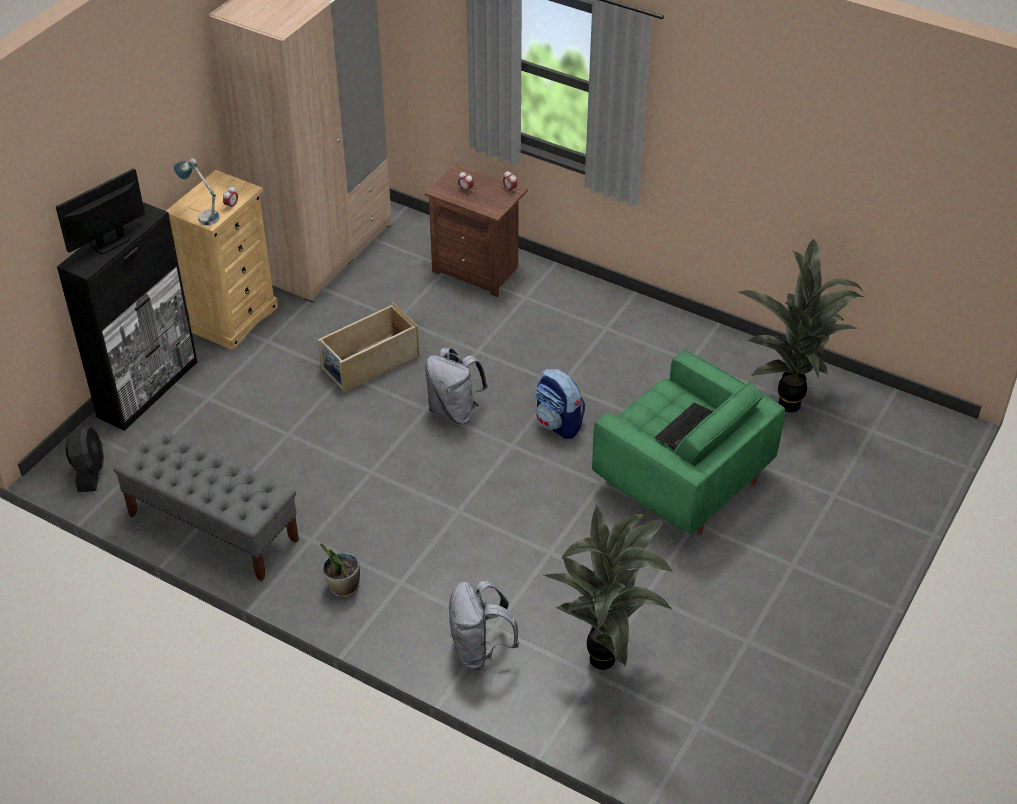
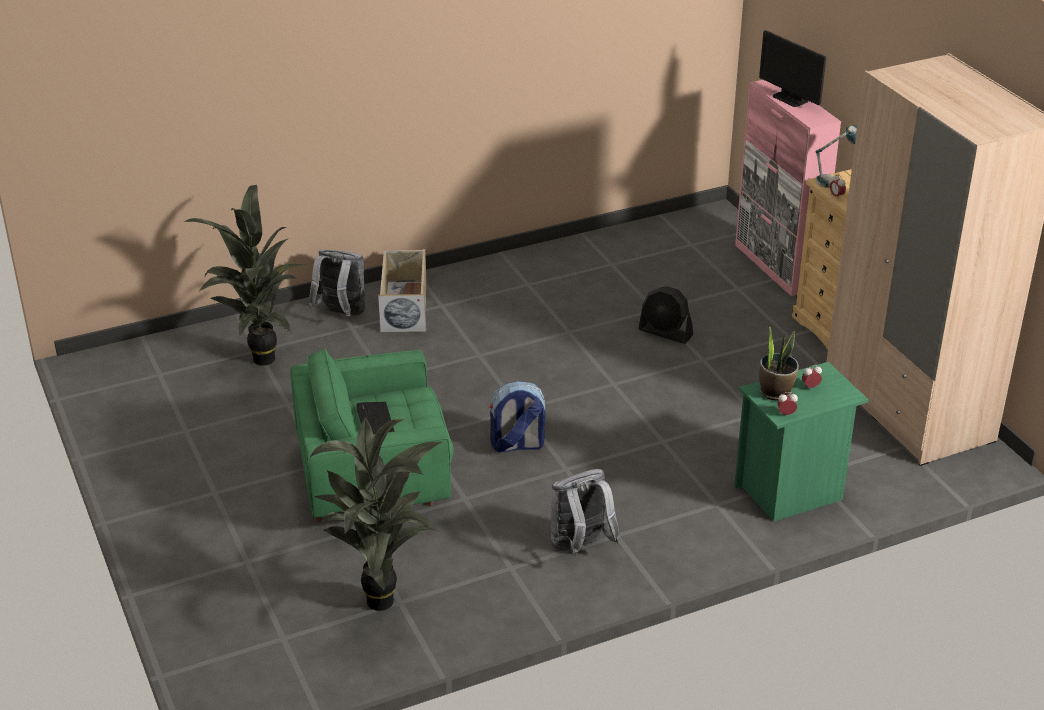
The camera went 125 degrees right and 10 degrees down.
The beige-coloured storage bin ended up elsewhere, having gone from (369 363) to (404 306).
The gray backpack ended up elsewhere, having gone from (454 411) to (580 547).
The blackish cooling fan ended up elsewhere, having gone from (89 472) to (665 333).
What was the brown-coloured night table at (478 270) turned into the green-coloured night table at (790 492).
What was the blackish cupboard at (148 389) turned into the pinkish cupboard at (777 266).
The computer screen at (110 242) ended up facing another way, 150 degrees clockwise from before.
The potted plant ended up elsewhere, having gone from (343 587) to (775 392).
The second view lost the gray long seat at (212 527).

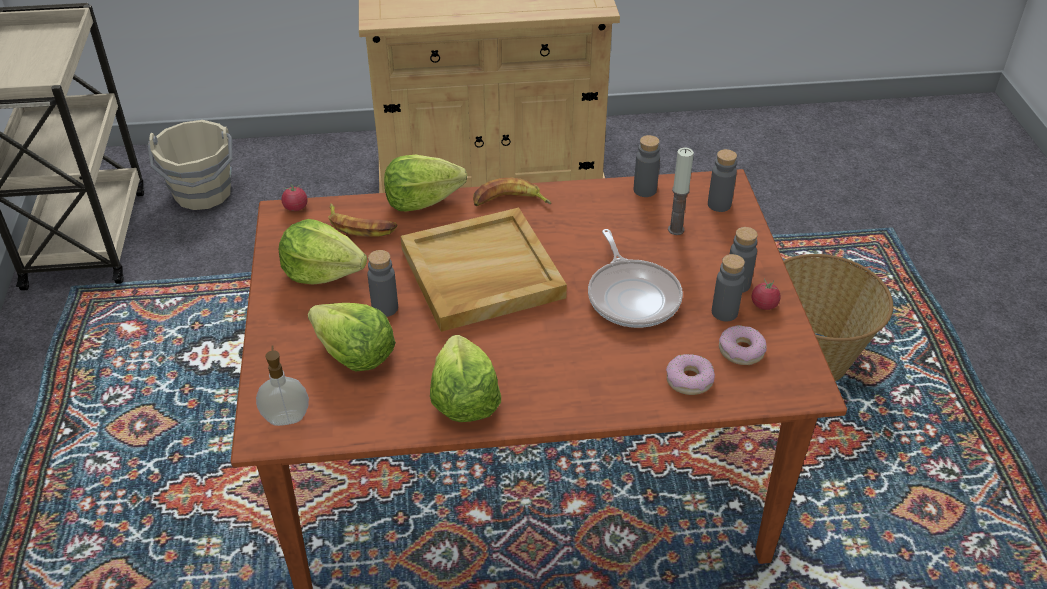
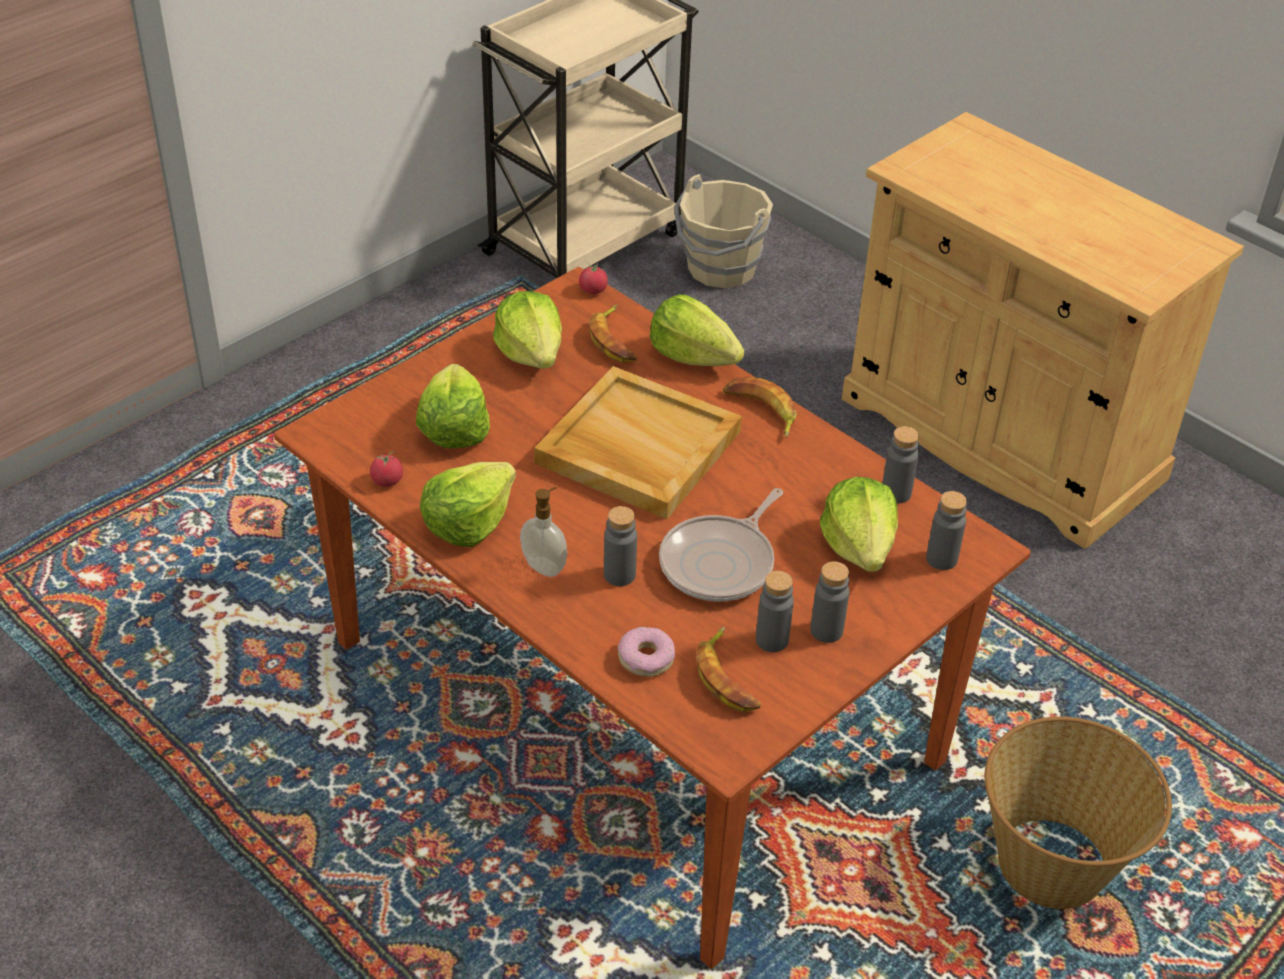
The camera went 50 degrees right and 0 degrees up.
The whole tomato ended up elsewhere, having gone from (764 305) to (387 481).
The liquid soap bottle ended up elsewhere, having gone from (286 417) to (545 566).
The gray drink bottle ended up elsewhere, having gone from (385 308) to (619 575).
Where the ring doughnut stood at (741 351), the banana came to stand at (728 677).
Where the wax light stood at (676 229), the head of lettuce came to stand at (859 545).

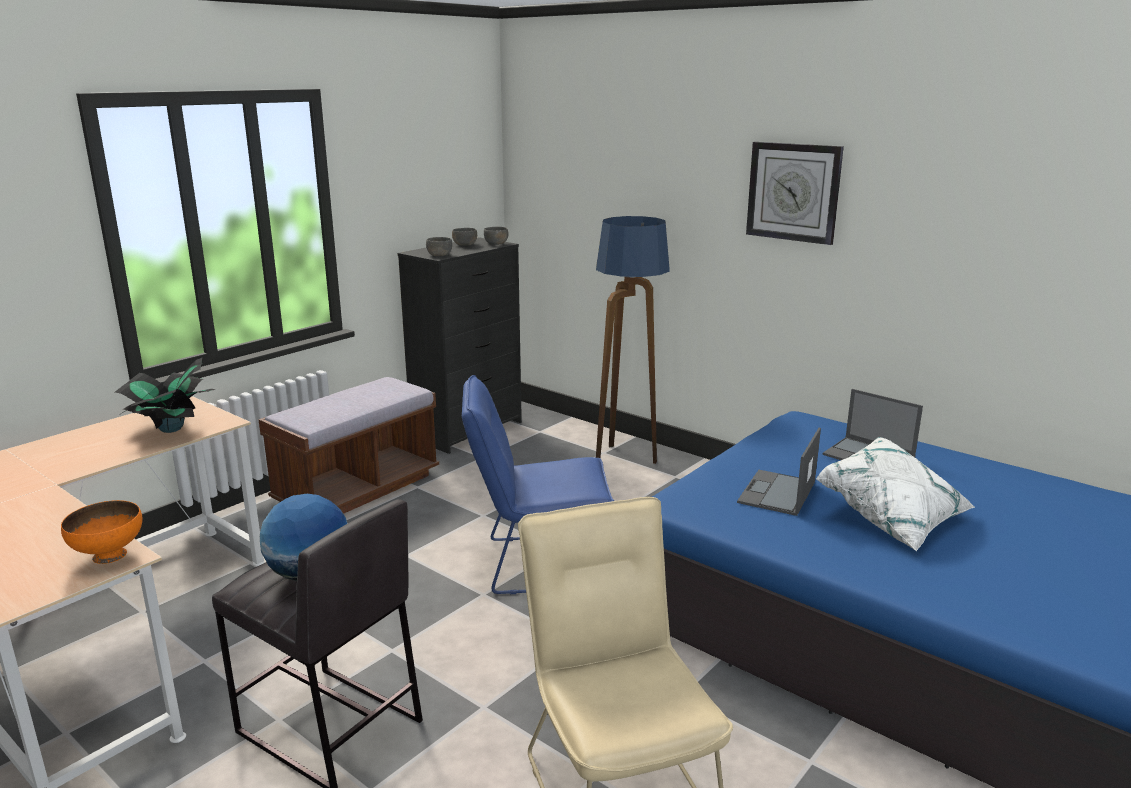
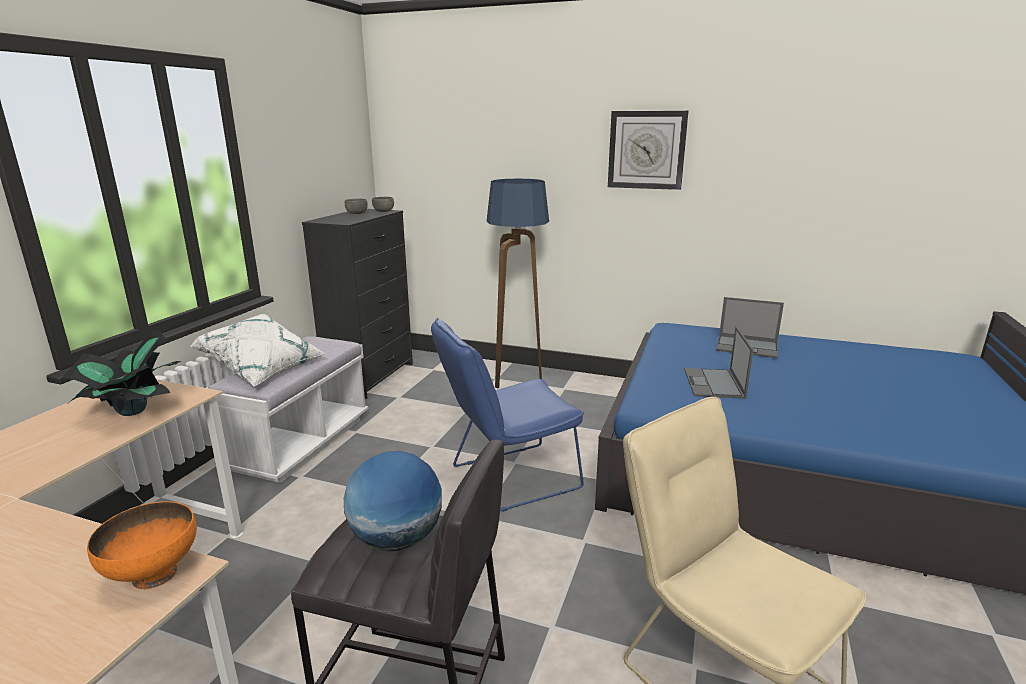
The camera went 20 degrees left and 0 degrees up.
The white-coloured cushion ended up elsewhere, having gone from (893 517) to (264 368).
What was the brown-coloured long seat at (358 489) turned into the white-coloured long seat at (299 443).
The second view lost the gray bowl at (439 255).

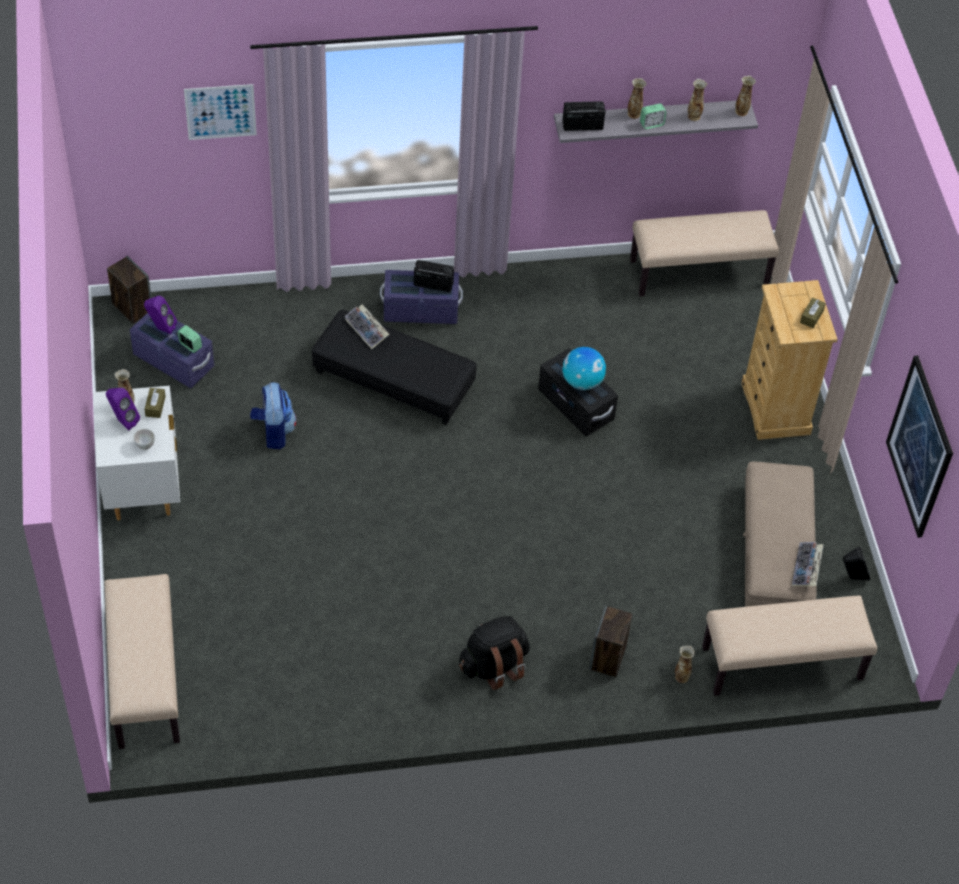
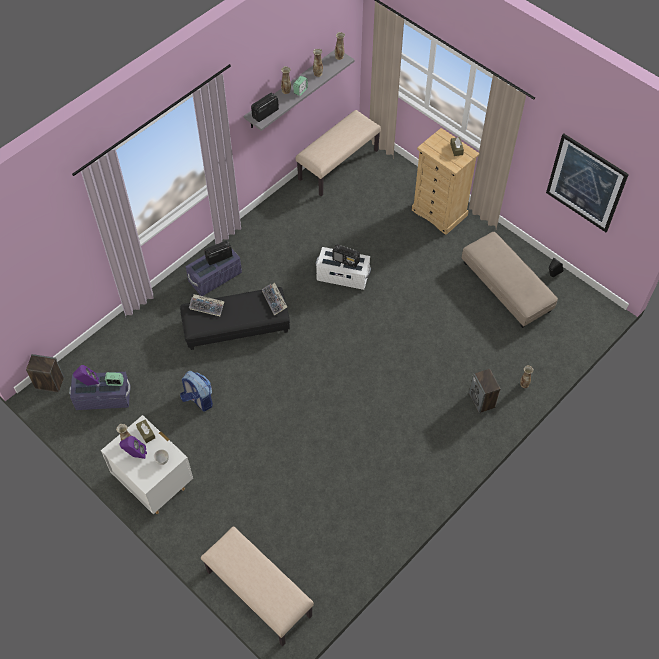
The camera went 35 degrees left and 5 degrees up.
The computer keyboard ended up elsewhere, having gone from (806 568) to (275 301).
What was the blackish storage bin at (575 405) turned into the white-coloured storage bin at (343 276).
Where the world globe stood at (582 382), the radio receiver came to stand at (346 260).
The second view lost the wall picture at (220 112).
The second view lost the blackish backpack at (494 666).
The second view lost the beige-coloured long seat at (781 664).

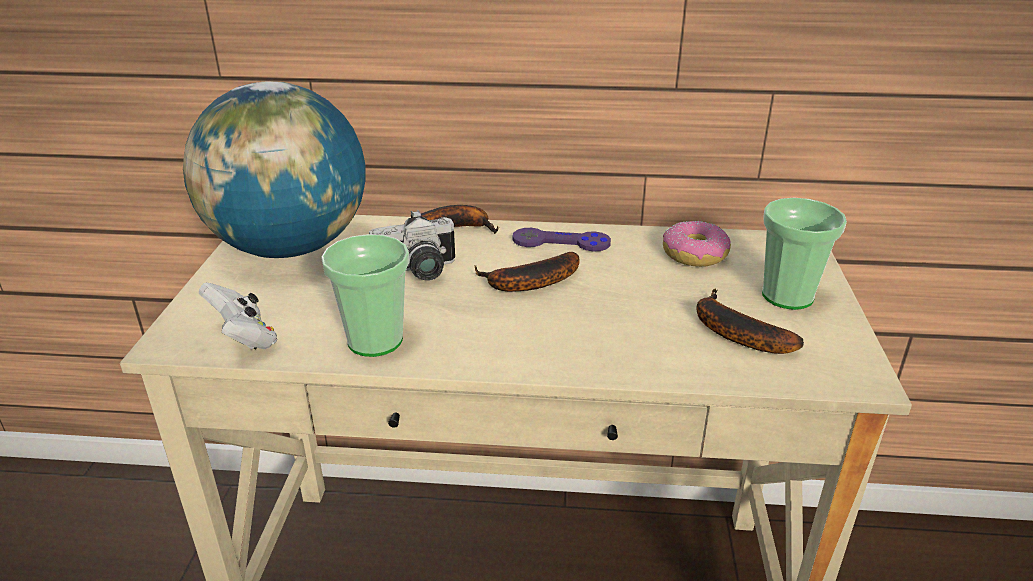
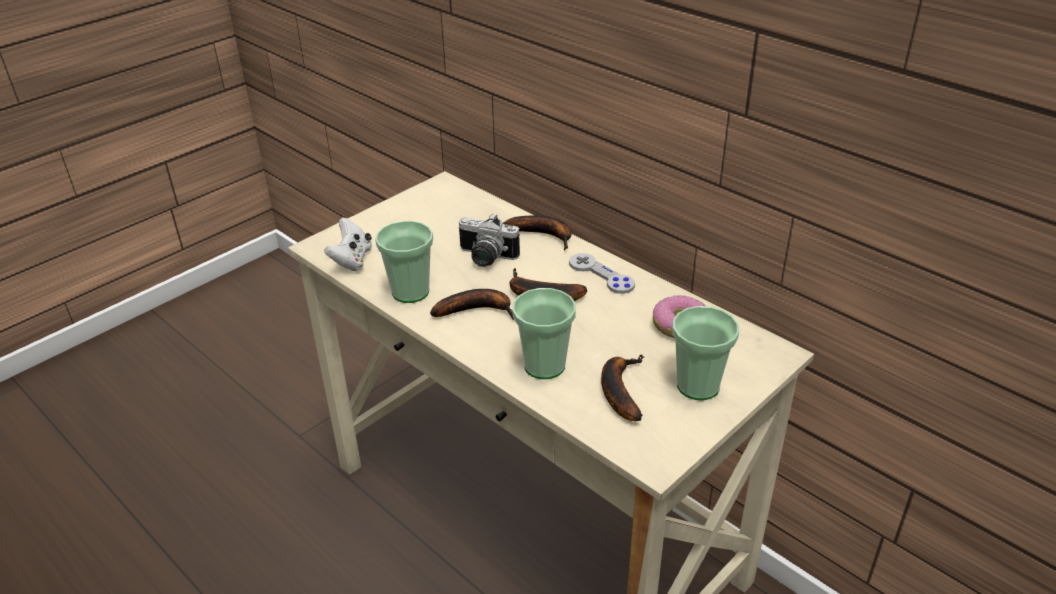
The camera went 40 degrees right and 5 degrees up.
The second view gained the banana at (478 310).
The second view gained the cup at (544 365).
What was the purple game controller at (561 242) turned into the gray game controller at (601 275).
The second view lost the world globe at (290 247).

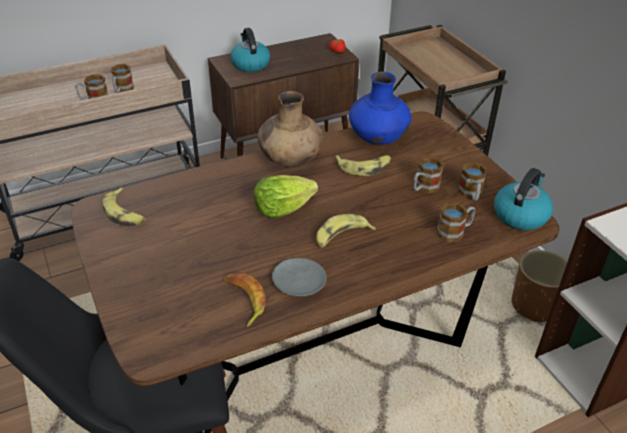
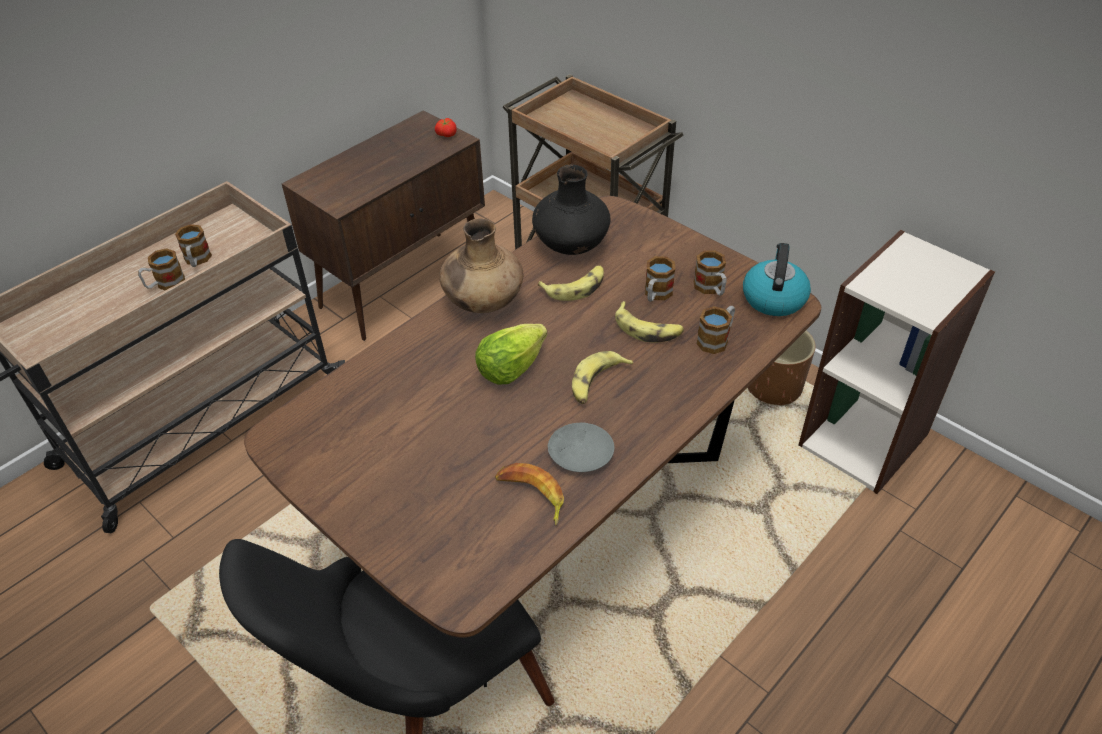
The camera went 20 degrees left and 5 degrees up.
What was the blue-coloured flower vase at (377 138) turned into the blackish flower vase at (571 245).
The banana ended up elsewhere, having gone from (125 213) to (648 329).
The second view lost the water kettle at (250 64).

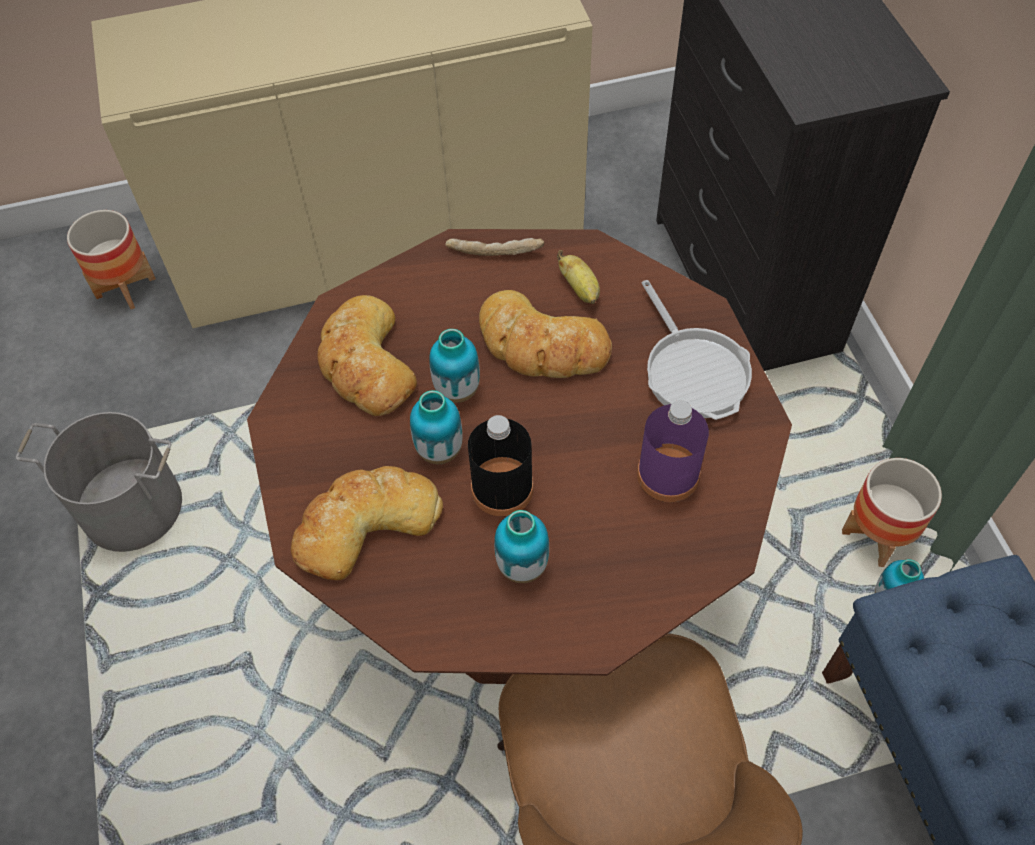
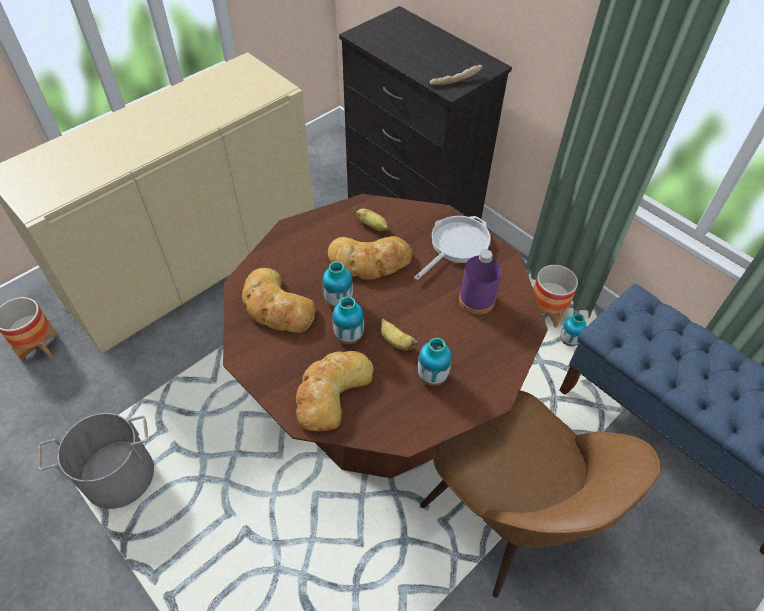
The camera went 30 degrees left and 5 degrees down.
Where the blackish drink bottle stood at (502 488), the banana came to stand at (396 342).
The frying pan at (693 371) ended up facing another way, 90 degrees counterclockwise from before.
The baked bread ended up elsewhere, having gone from (495 250) to (455 80).

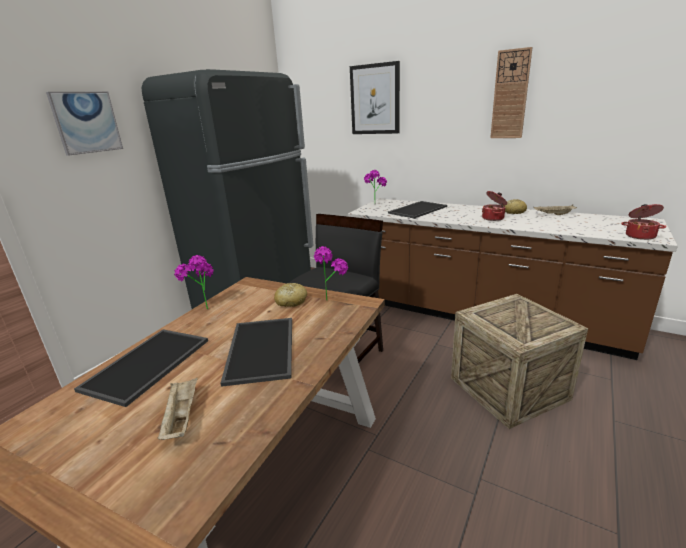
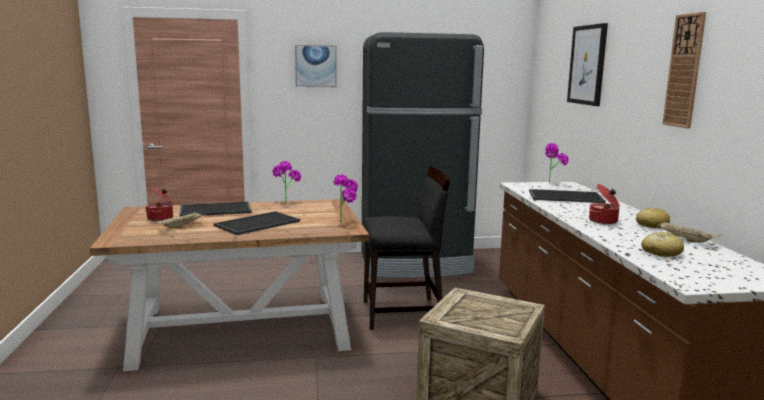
The camera went 50 degrees right and 10 degrees down.
The cooking pot ended up elsewhere, having gone from (640 236) to (161 218).
The baked bread ended up elsewhere, having gone from (291 301) to (661 252).

